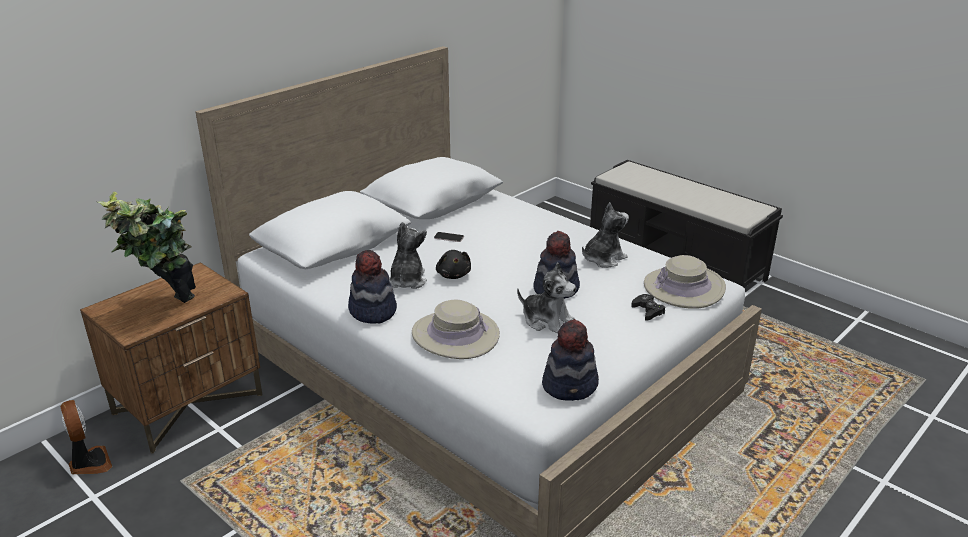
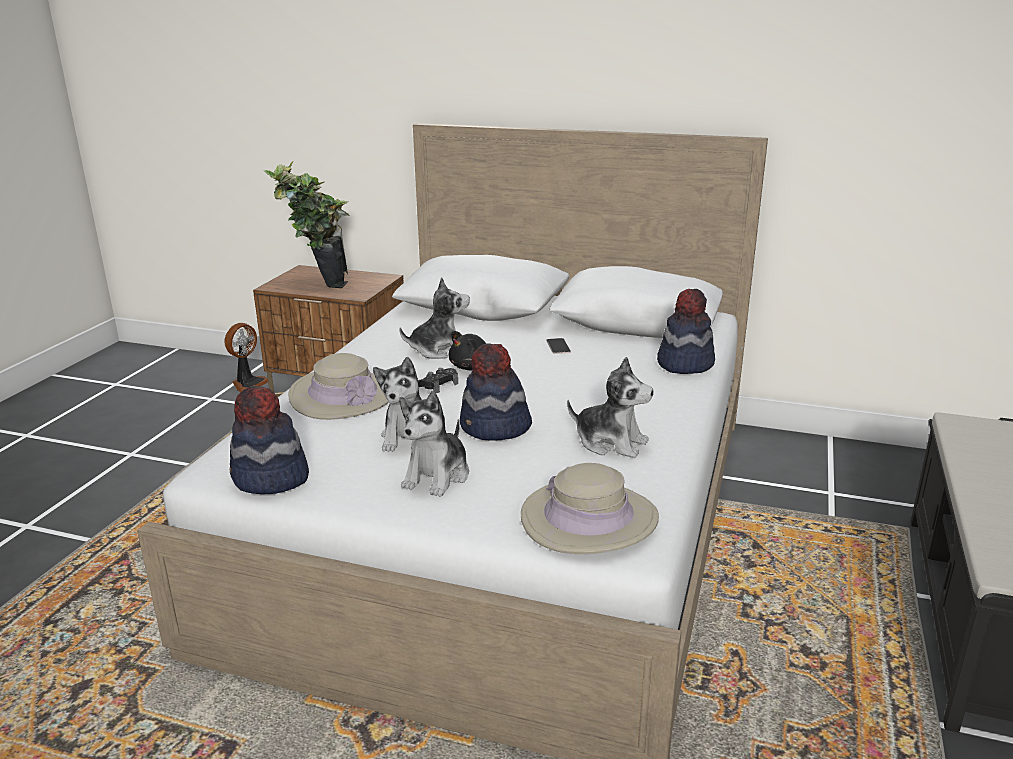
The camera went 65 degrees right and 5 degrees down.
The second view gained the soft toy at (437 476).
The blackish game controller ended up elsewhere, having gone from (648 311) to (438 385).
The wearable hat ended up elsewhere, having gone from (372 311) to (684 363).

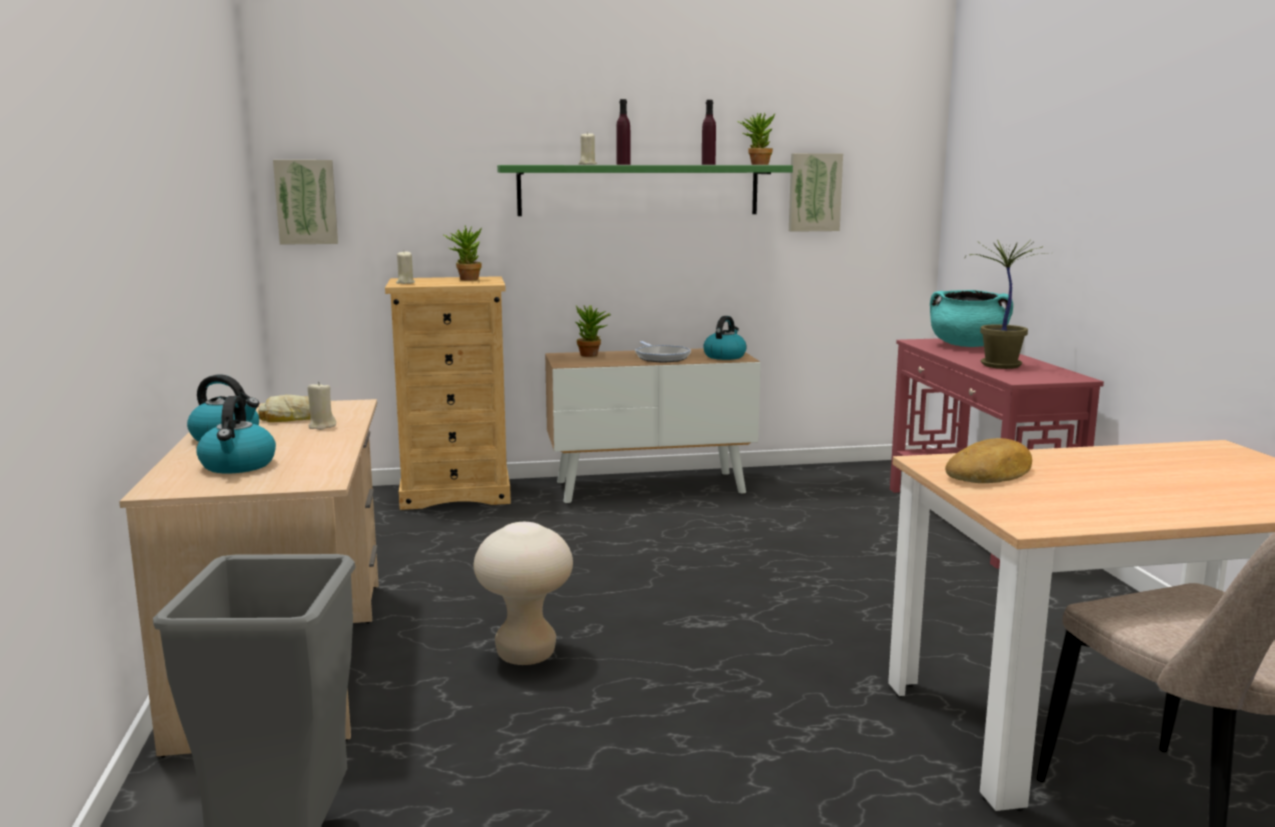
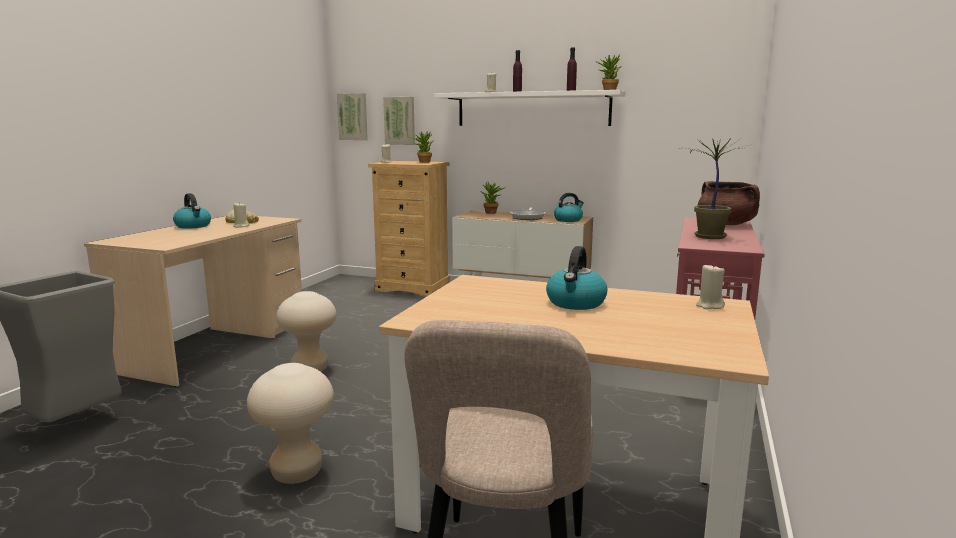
The camera went 30 degrees right and 0 degrees up.
The second view gained the beige-coloured stool at (297 473).
The wall picture ended up elsewhere, having gone from (814 192) to (400 121).
What was the green-coloured bracket shelf at (639 190) turned into the white-coloured bracket shelf at (532 109).
The water kettle ended up elsewhere, having gone from (238 465) to (576 303).
The second view gained the beige-coloured wax light at (709 306).
What was the turquoise-coloured cooking pot at (967 346) turned into the brown-coloured cooking pot at (726 224).
The second view lost the baked bread at (991 473).

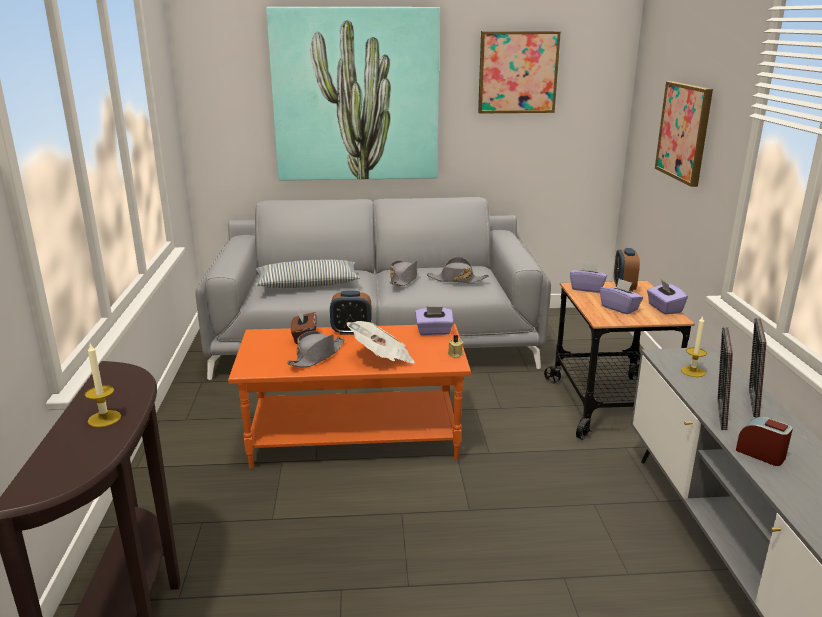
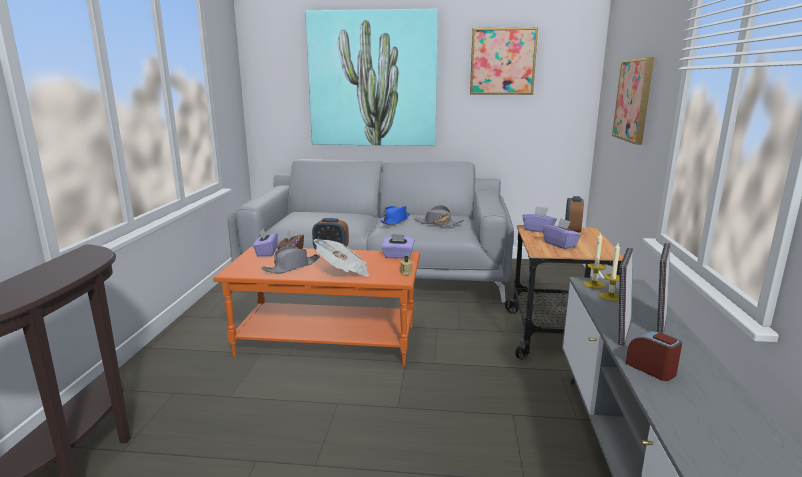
The camera went 10 degrees right and 5 degrees down.
The purple tissue holder ended up elsewhere, having gone from (664 308) to (266 252).
What was the gray wearable hat at (404 279) turned into the blue-coloured wearable hat at (395 221).
The wax light ended up elsewhere, having gone from (104 418) to (594 284).
The second view lost the cushion at (308 284).

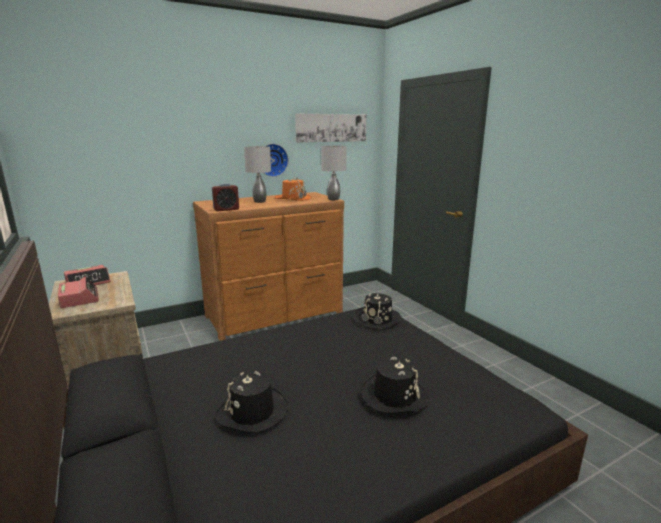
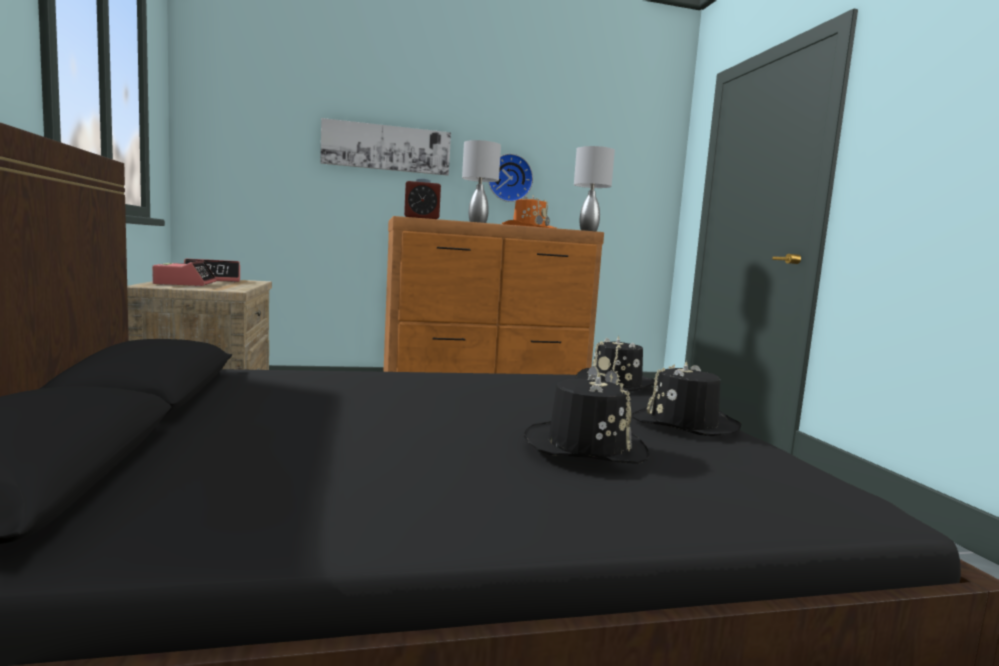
The camera went 15 degrees right and 10 degrees down.
The wall picture ended up elsewhere, having gone from (331 128) to (386 148).
The blackish wearable hat ended up elsewhere, having gone from (252 412) to (684 424).

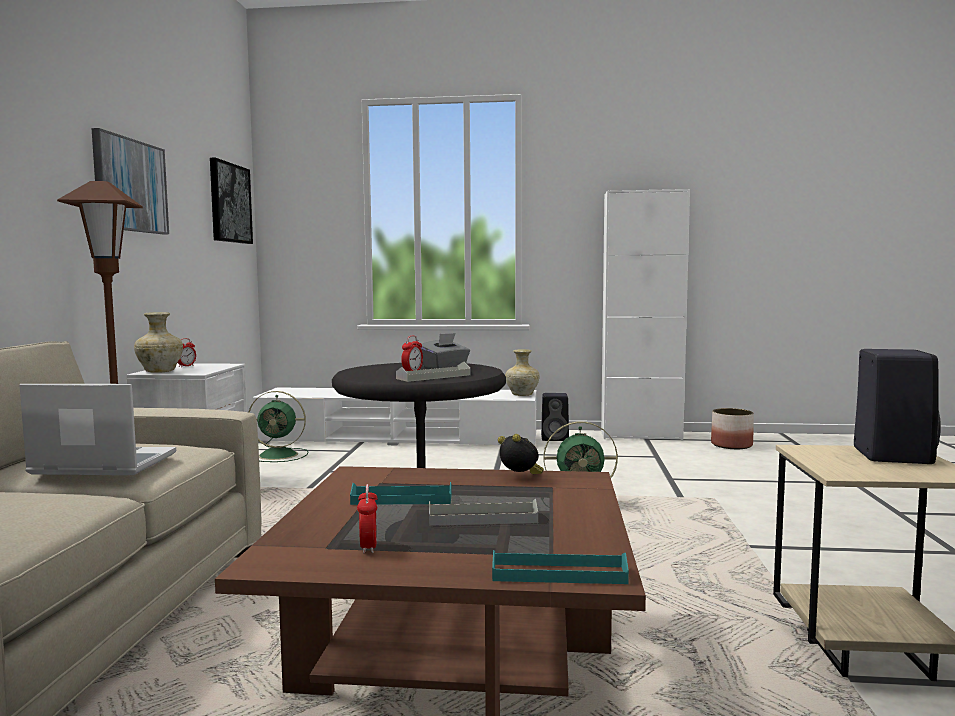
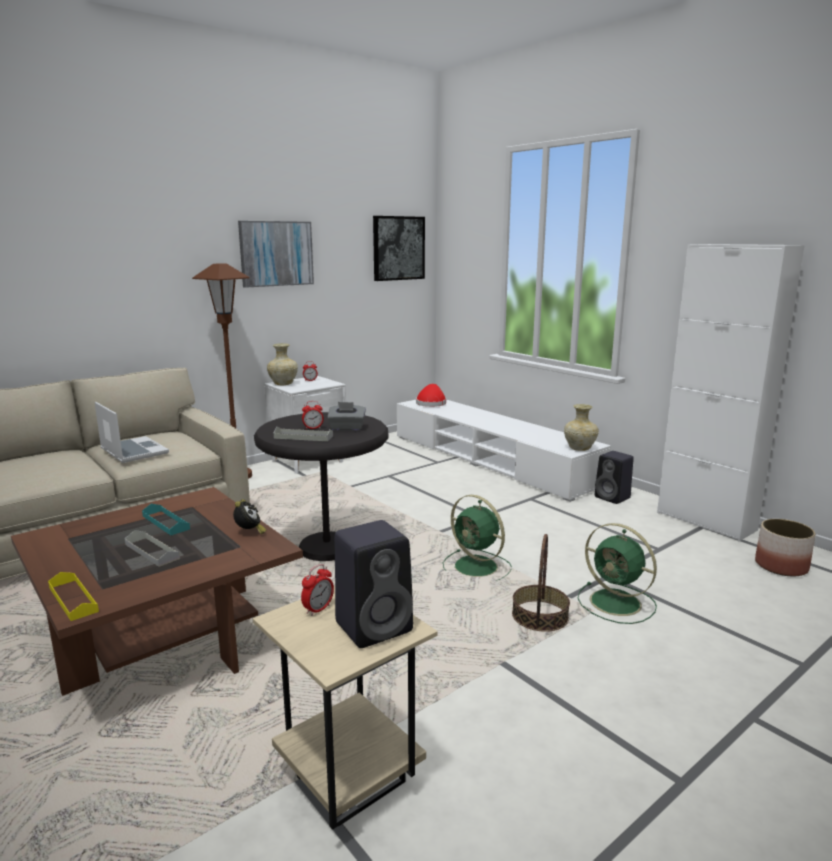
The camera went 45 degrees right and 10 degrees up.
What was the turquoise-coloured carrying tray at (558 573) turned into the yellow-coloured carrying tray at (73 599).
The alarm clock ended up elsewhere, having gone from (368 547) to (318 609).
The second view gained the red-coloured wearable hat at (431 403).
The second view gained the storage basket at (540 616).
The green-coloured cooling fan ended up elsewhere, having gone from (280 455) to (617 603).

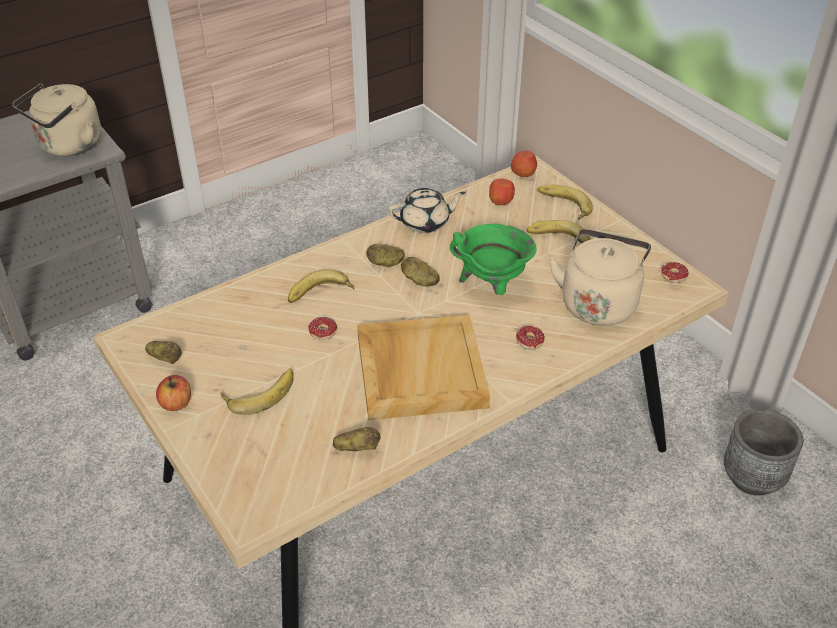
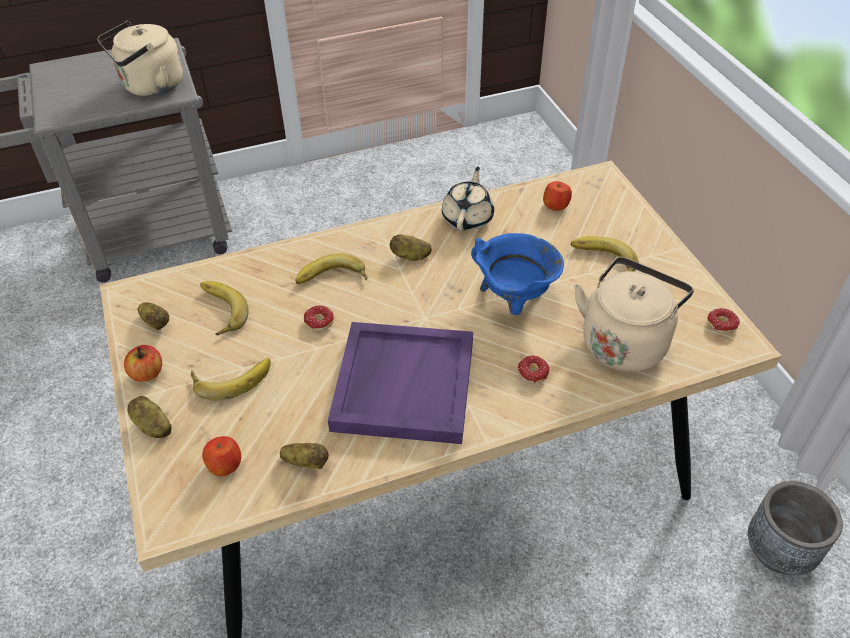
The camera went 15 degrees right and 5 degrees up.
The spud ended up elsewhere, having gone from (419 281) to (152 426).
The banana ended up elsewhere, having gone from (563 206) to (219 311).
The apple fruit ended up elsewhere, having gone from (523 173) to (225 464).
What was the beige-coloured carrying tray at (419 370) turned into the purple carrying tray at (403 384).
The beige-coloured tea pot at (426 223) ended up facing another way, 75 degrees counterclockwise from before.
What was the green-coloured cooking pot at (492 285) turned into the blue-coloured cooking pot at (514 300).

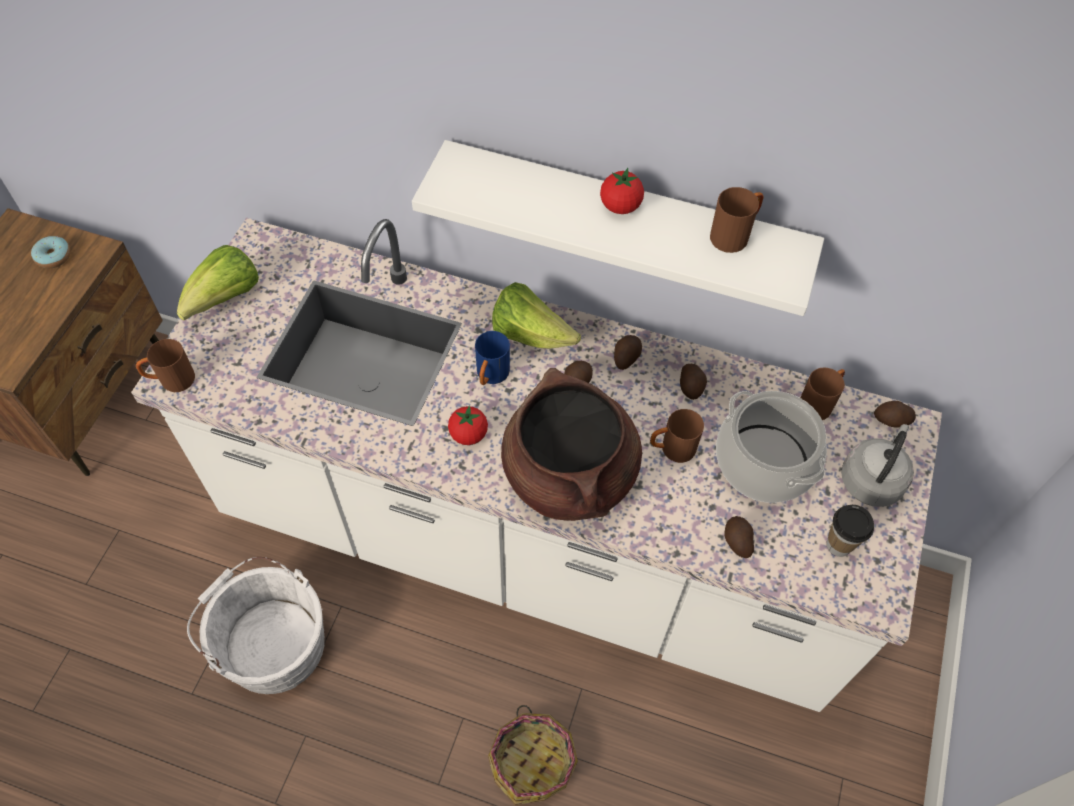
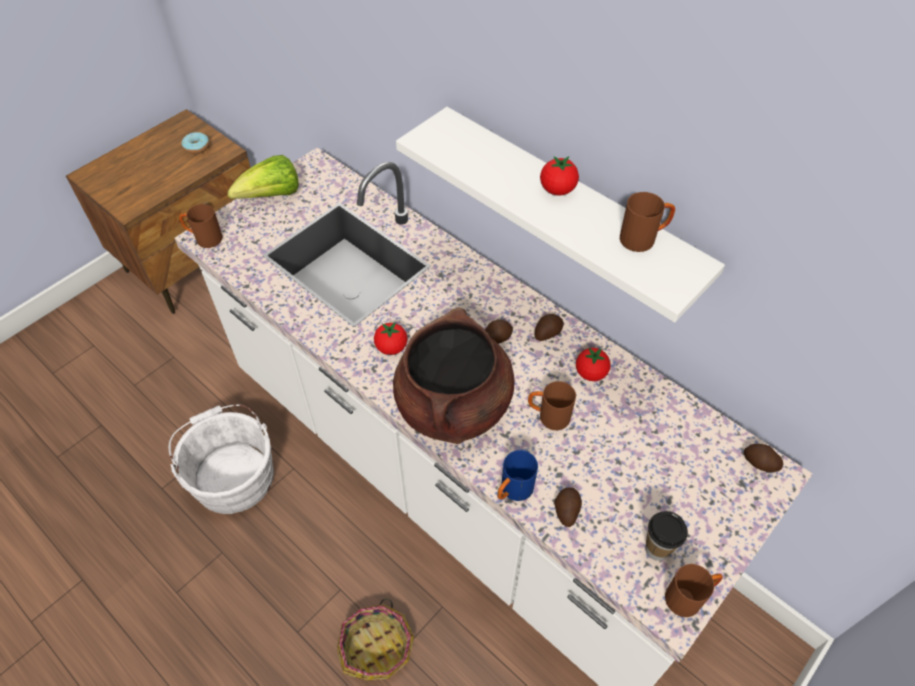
The camera went 25 degrees right and 5 degrees down.
The blue-coloured mug ended up elsewhere, having gone from (490 376) to (513 491).
Where the spud stood at (691 386), the whole tomato came to stand at (590 373).
The brown-coloured mug ended up elsewhere, having gone from (819 403) to (689 597).
The second view lost the head of lettuce at (530 334).
The second view lost the cooking pot at (765 462).
The second view lost the gray water kettle at (872 479).

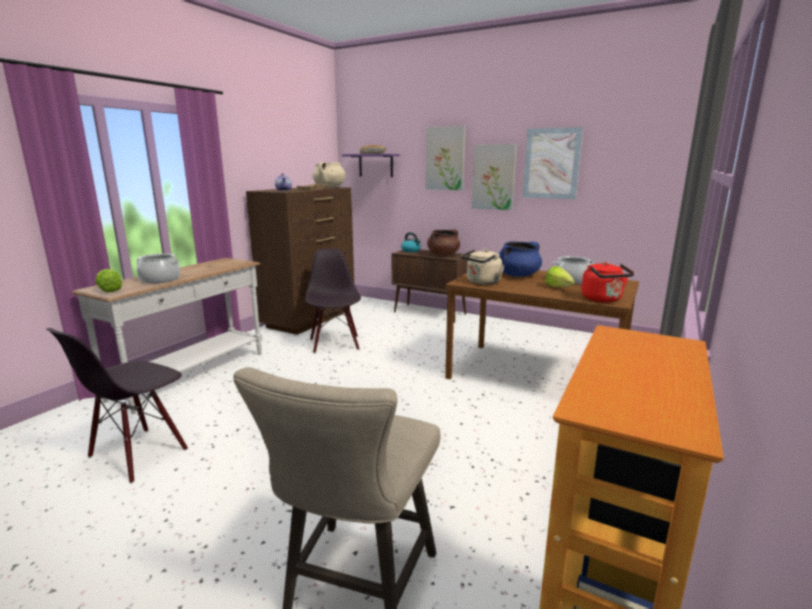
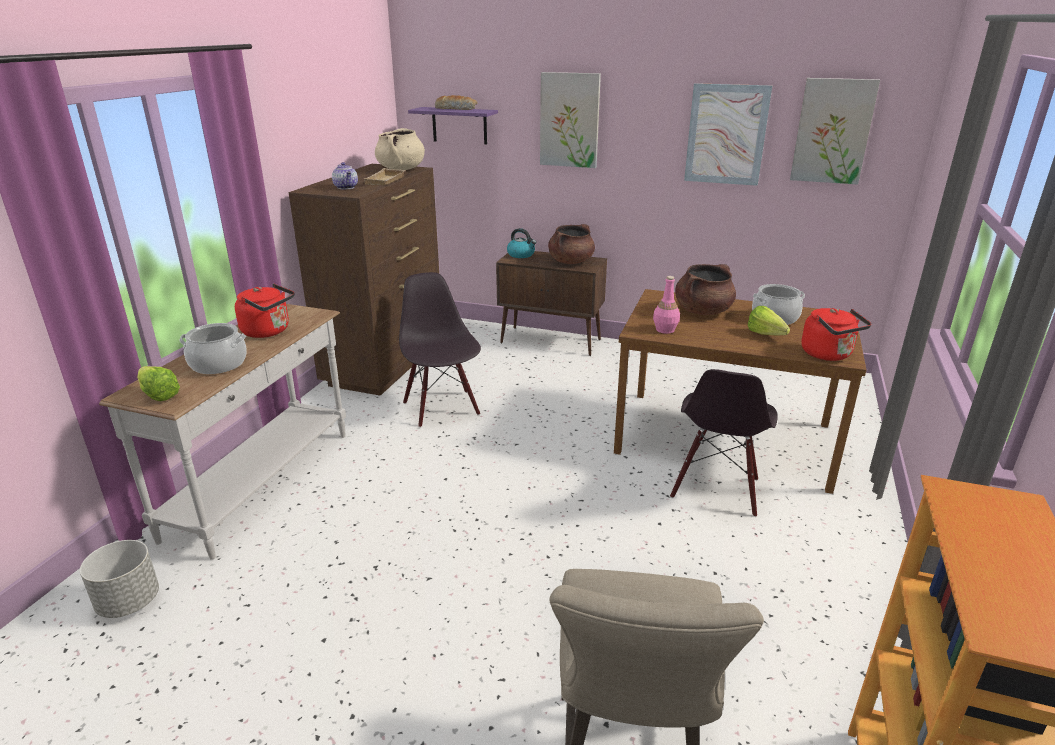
The camera went 10 degrees left and 10 degrees up.
The second view gained the gray planter at (128 602).
The second view gained the red-coloured water kettle at (269 331).
Where the beige-coloured water kettle stood at (482 282), the pinkish drink bottle came to stand at (664 330).
The blackish chair ended up elsewhere, having gone from (138 454) to (716 489).
What was the blue-coloured cooking pot at (518 275) turned into the brown-coloured cooking pot at (703 311).
The wall picture ended up elsewhere, having gone from (494 177) to (832 131).

